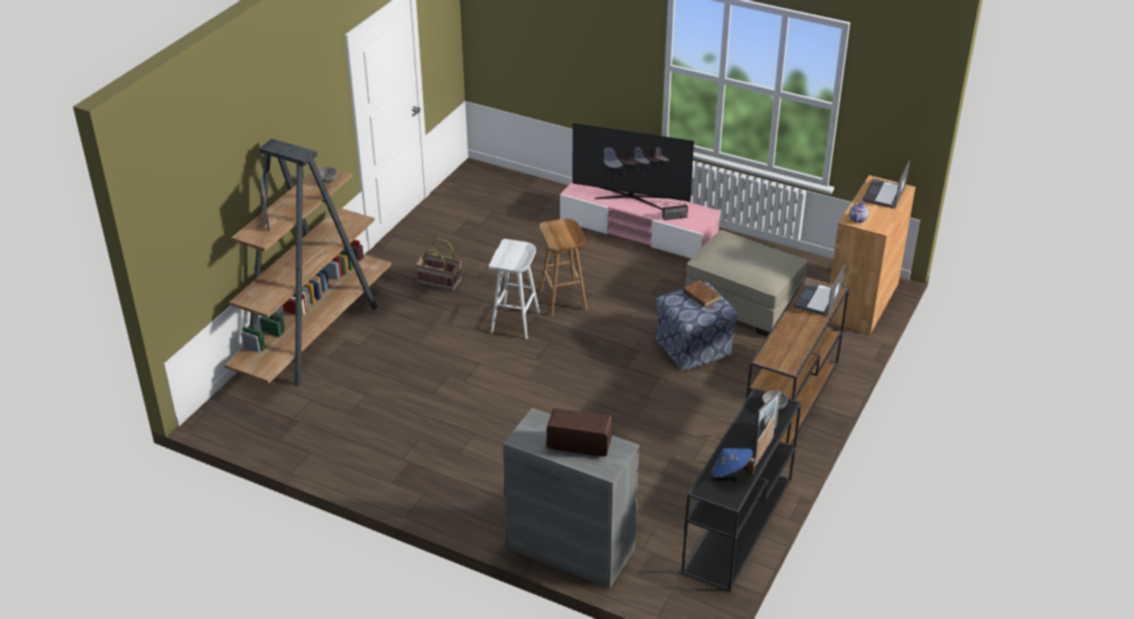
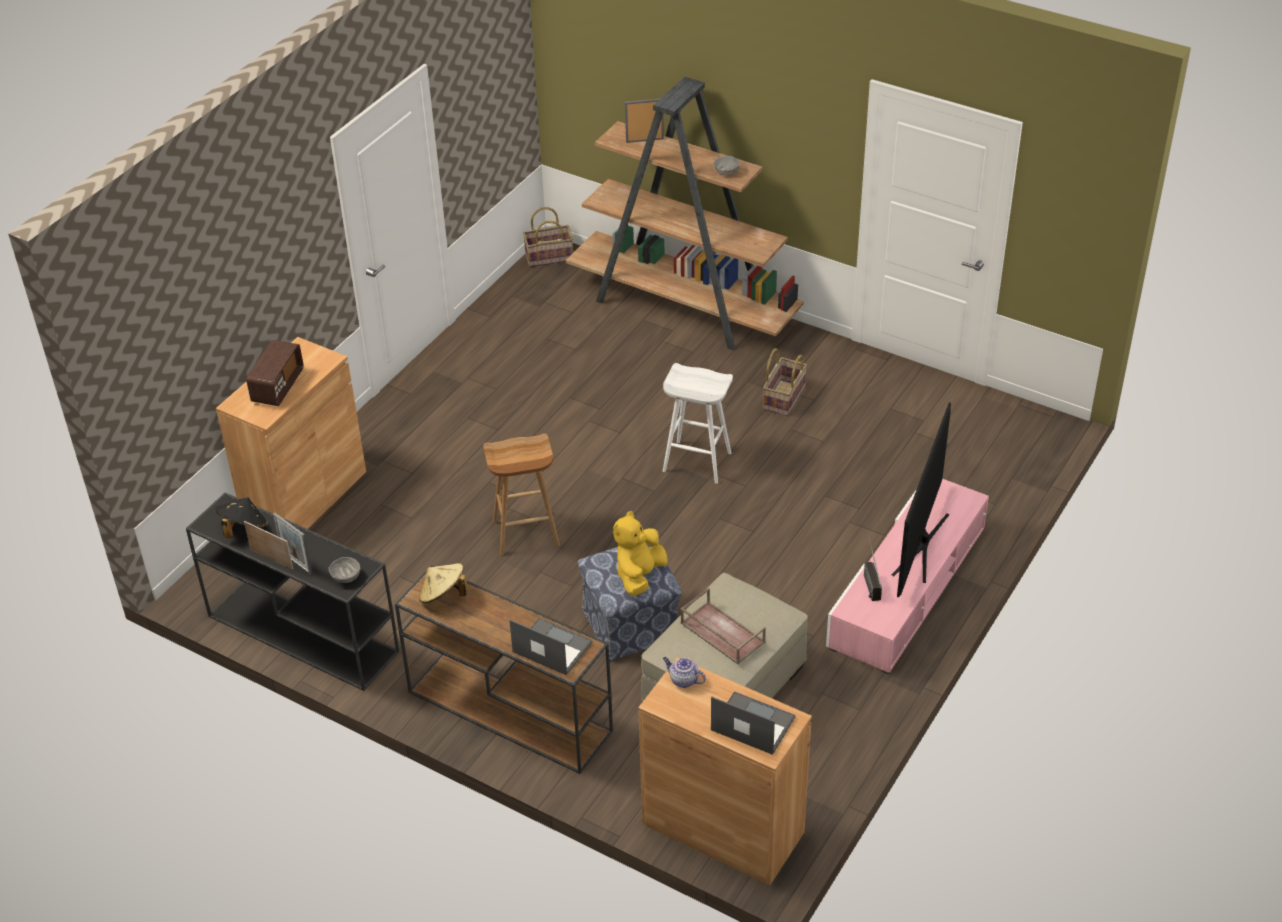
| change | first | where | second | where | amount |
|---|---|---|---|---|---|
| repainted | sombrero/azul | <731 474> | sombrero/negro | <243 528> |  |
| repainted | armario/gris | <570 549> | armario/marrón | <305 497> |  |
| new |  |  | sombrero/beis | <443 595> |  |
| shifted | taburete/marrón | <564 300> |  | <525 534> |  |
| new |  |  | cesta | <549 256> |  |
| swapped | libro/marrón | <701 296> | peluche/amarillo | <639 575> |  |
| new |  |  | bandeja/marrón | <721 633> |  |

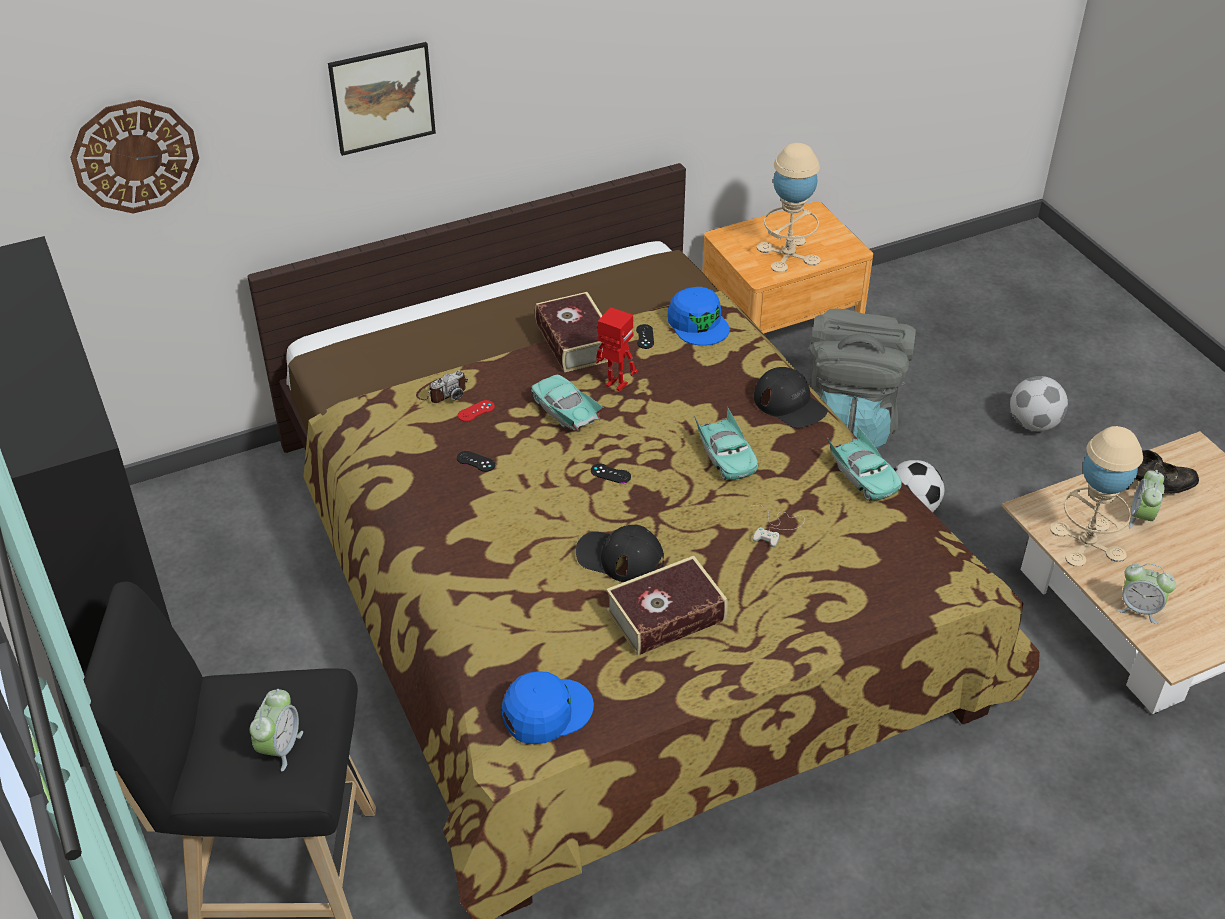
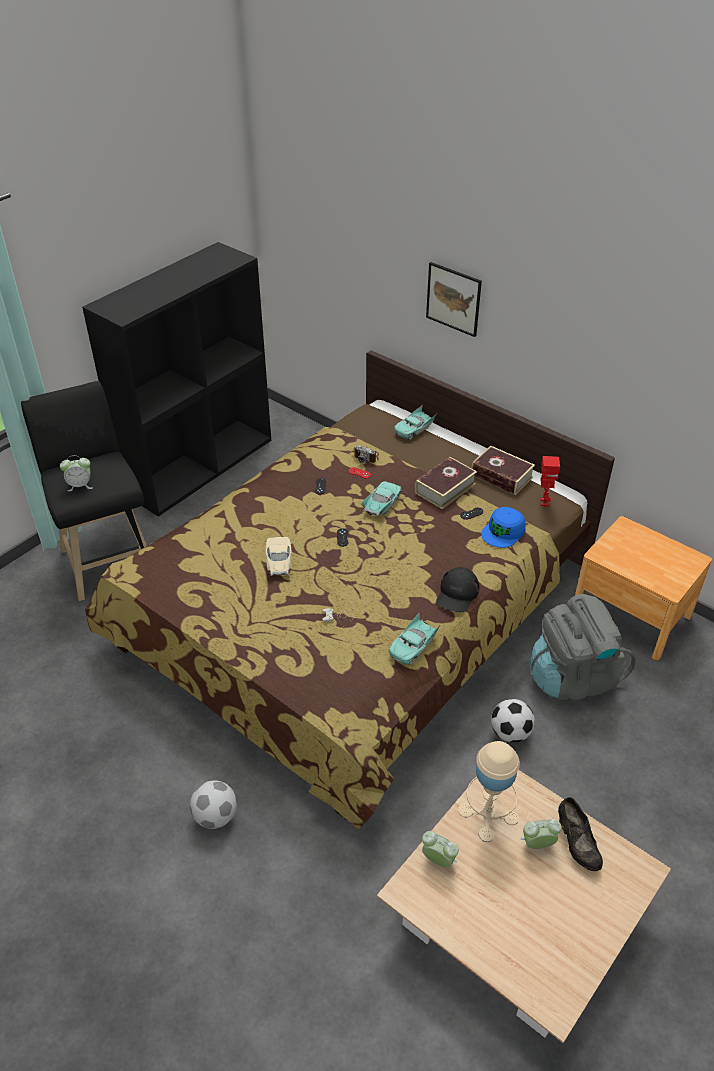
| change | first | where | second | where | amount |
|---|---|---|---|---|---|
| shifted | balón de fútbol | <1033 424> |  | <215 816> |  |
| swapped | gorra/negro | <619 557> | coche de juguete/beis | <279 561> |  |
| shifted | coche de juguete/turquesa | <726 456> |  | <414 429> |  |
| rotated | despertador | <1139 609> |  | <438 860> | 120 degrees clockwise |
| shifted | libro | <666 615> |  | <501 476> |  |
| shifted | robot de juguete | <615 385> |  | <544 502> |  |
| gone | reloj de pared | <135 156> |  |  |  |
| gone | gorra/azul | <546 711> |  |  |  |
| gone | lámpara de mesa/beis | <788 254> |  |  |  |

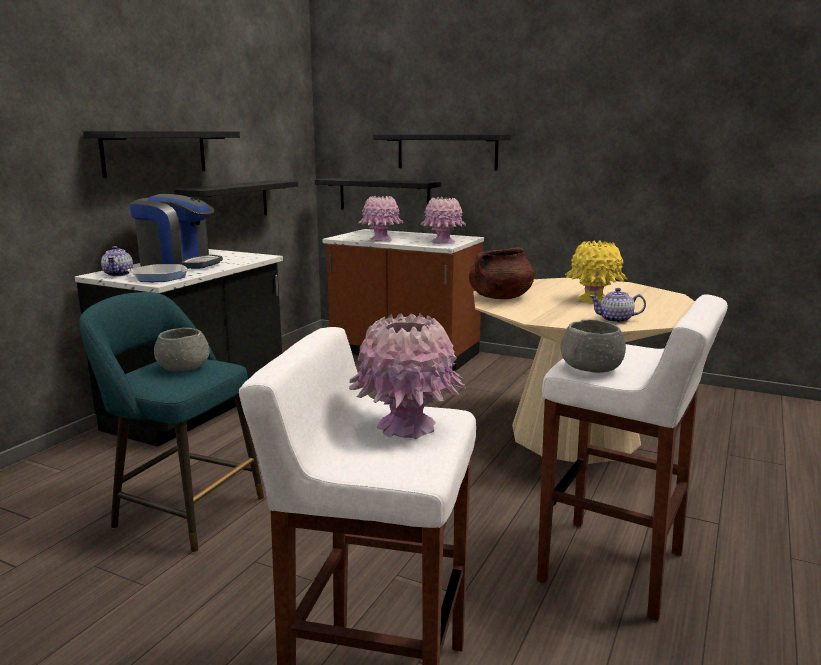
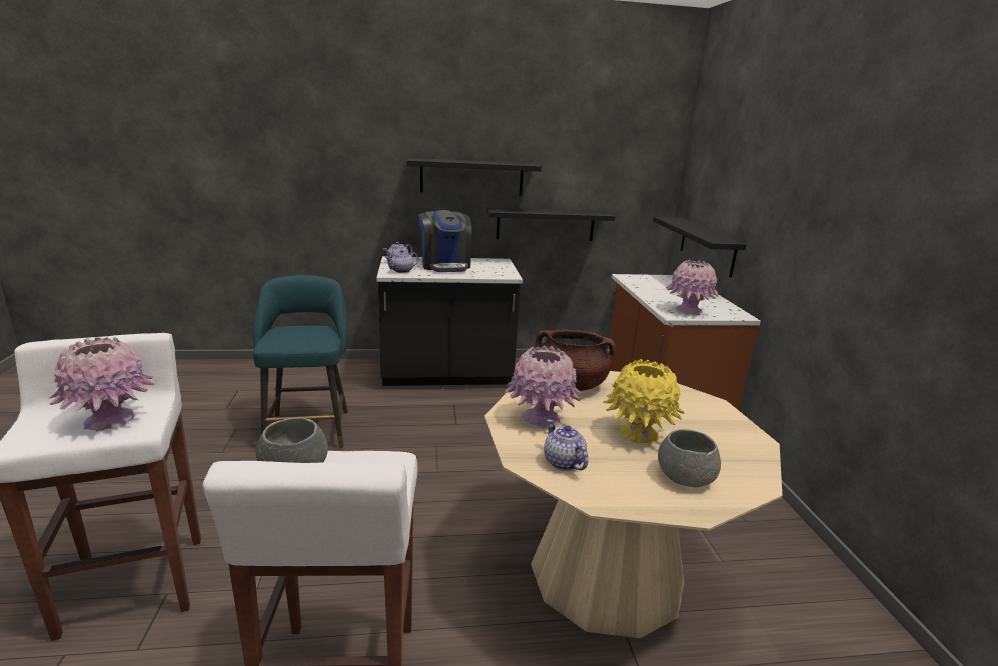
| change | first | where | second | where | amount |
|---|---|---|---|---|---|
| swapped | sartén | <160 277> | tetera | <402 271> |  |
| shifted | florero/rosa | <381 240> |  | <541 418> |  |
| shifted | cuenco/gris | <183 367> |  | <685 477> |  |
| gone | estante/negro | <447 151> |  |  |  |

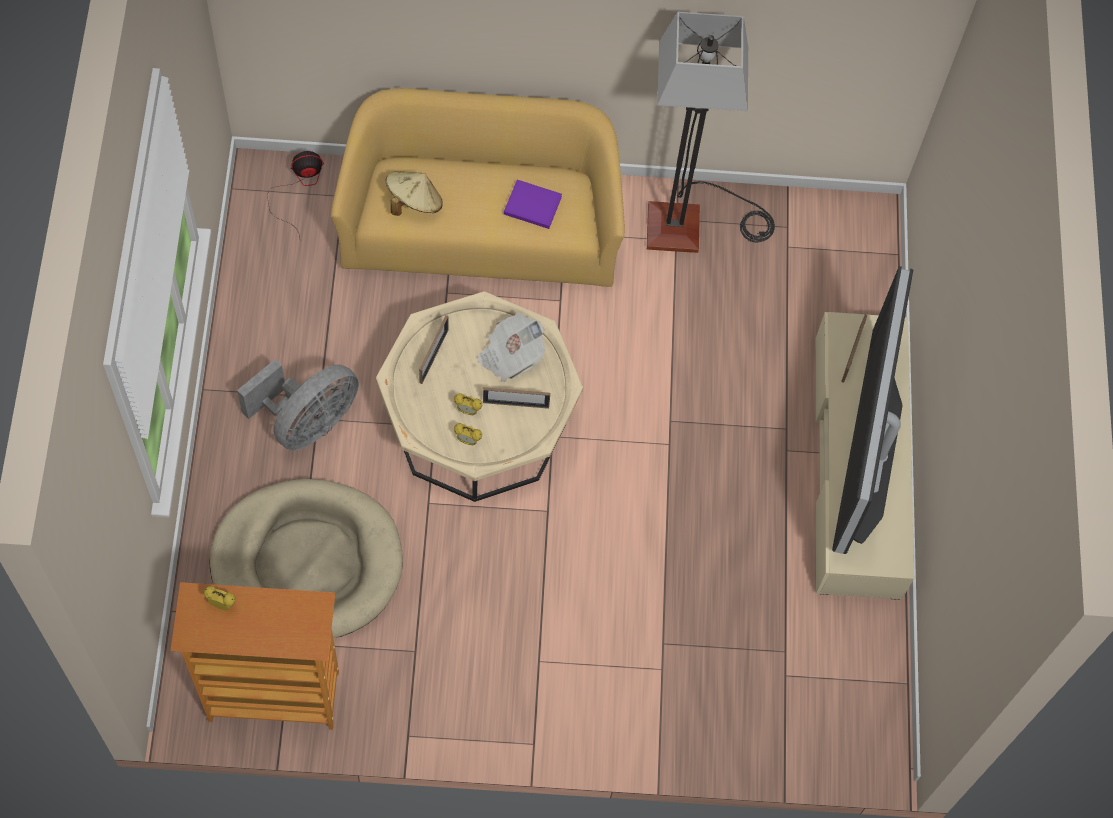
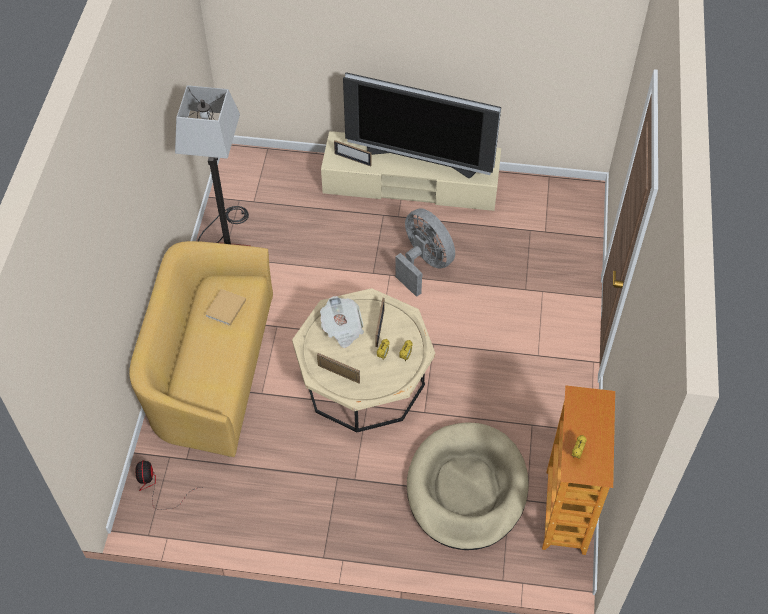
| change | first | where | second | where | amount |
|---|---|---|---|---|---|
| repainted | libro/morado | <531 205> | libro/beis | <225 309> |  |
| shifted | ventilador/gris | <307 422> |  | <424 264> |  |
| gone | sombrero/beis | <414 202> |  |  |  |

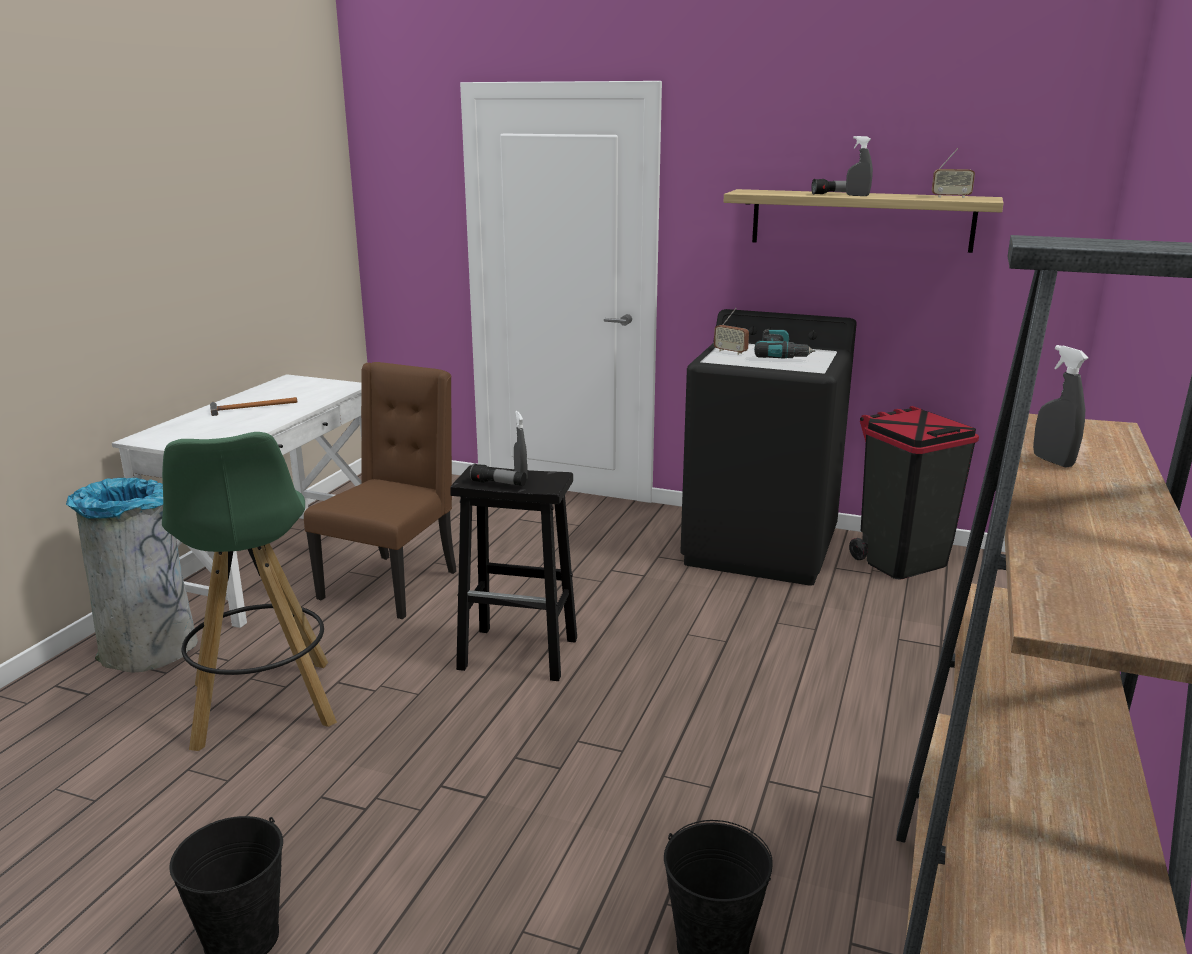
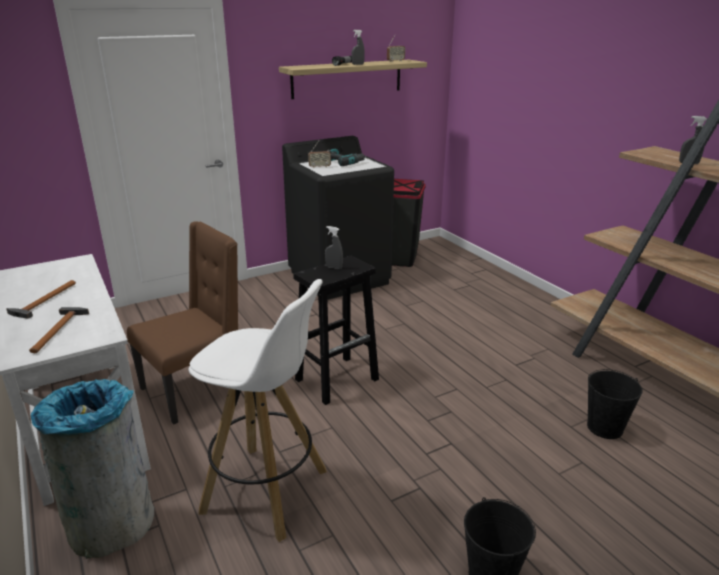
| change | first | where | second | where | amount |
|---|---|---|---|---|---|
| new |  |  | martillo | <59 329> |  |
| rotated | silla/marrón | <392 585> |  | <196 389> | 75 degrees clockwise |
| repainted | taburete/verde | <264 706> | taburete/blanco | <267 491> |  |
| gone | linterna | <498 484> |  |  |  |

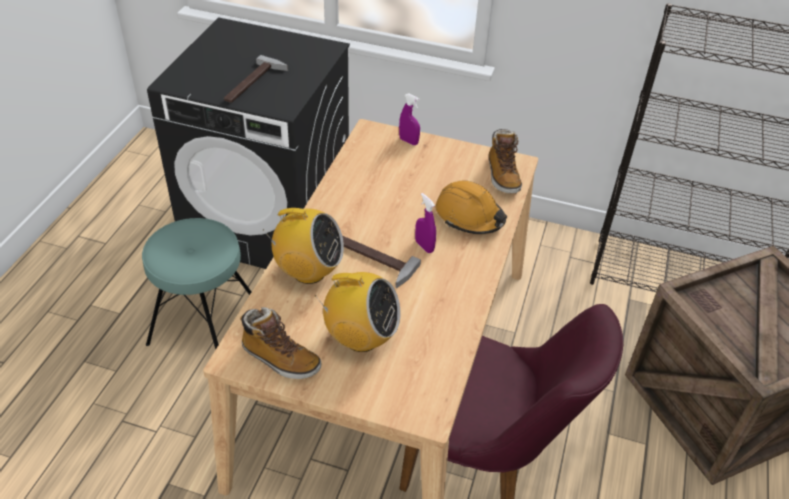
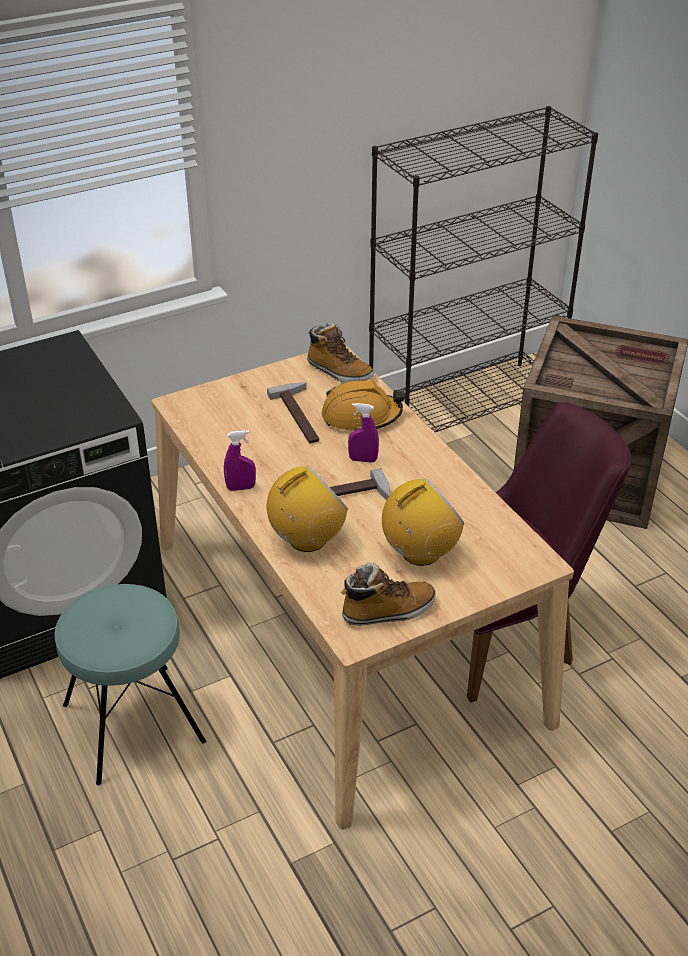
| change | first | where | second | where | amount |
|---|---|---|---|---|---|
| shifted | pulverizador/morado | <408 141> |  | <241 488> |  |
| shifted | martillo | <254 83> |  | <302 416> |  |

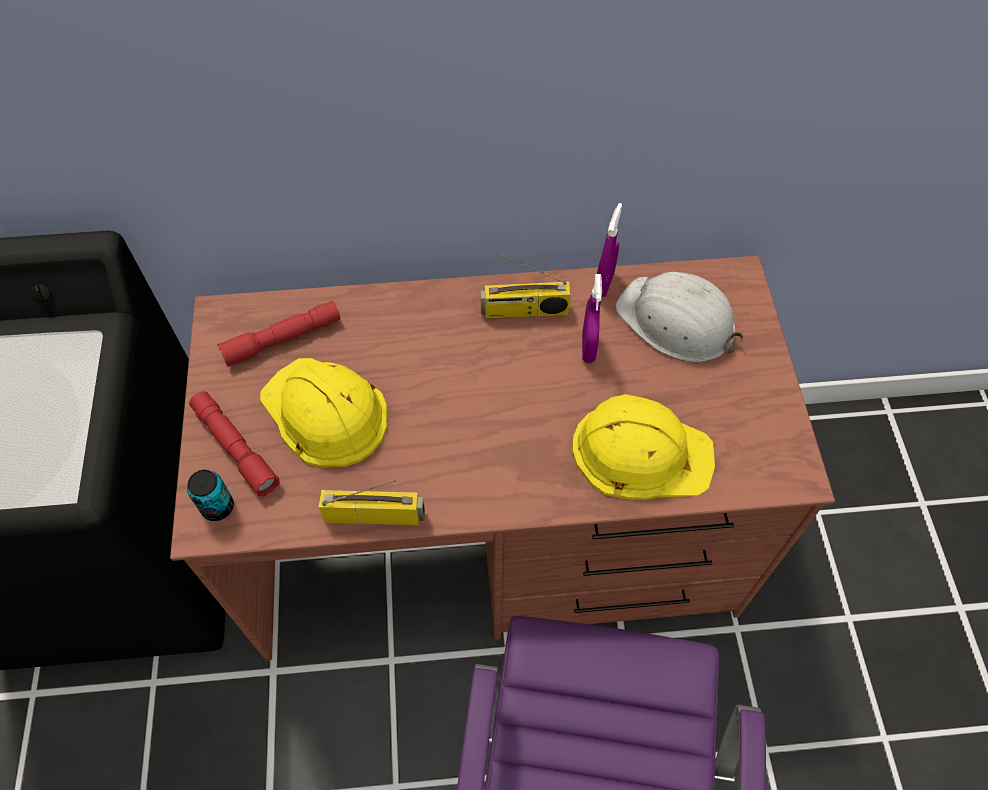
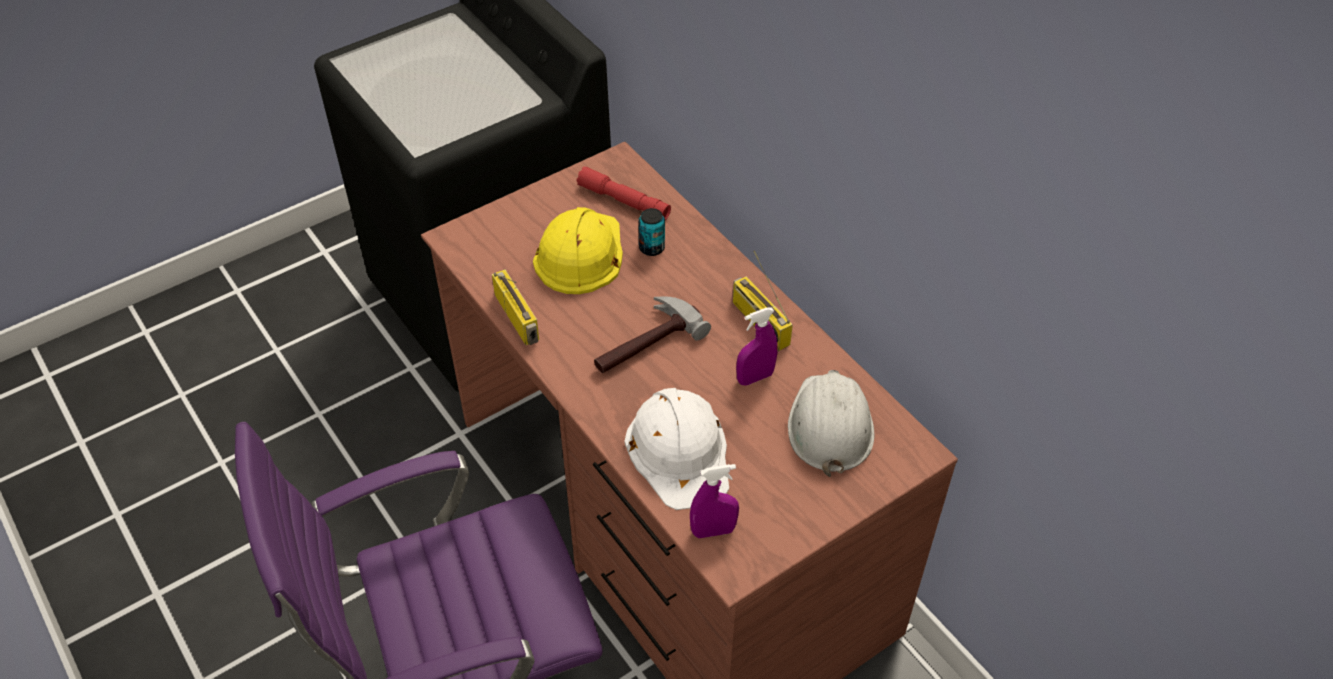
| change | first | where | second | where | amount |
|---|---|---|---|---|---|
| new |  |  | martillo | <645 342> |  |
| repainted | casco/amarillo | <641 452> | casco/blanco | <680 451> |  |
| shifted | lata | <217 507> |  | <652 248> |  |
| shifted | pulverizador/morado | <604 284> |  | <713 531> |  |
| gone | linterna/rojo | <235 448> |  |  |  |

